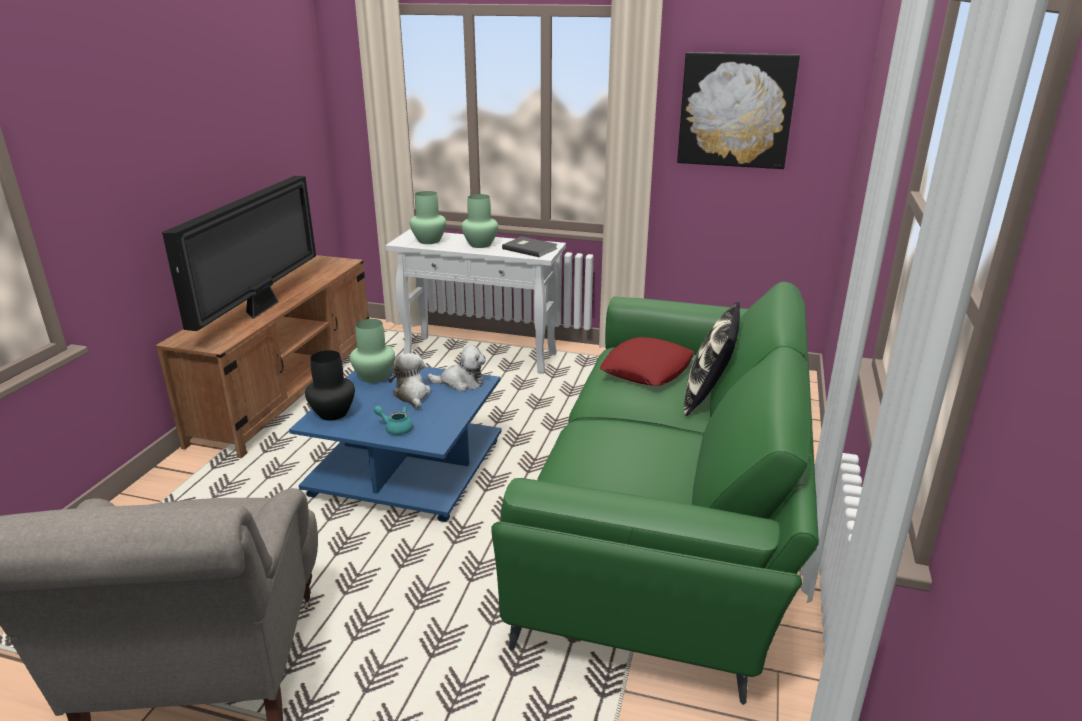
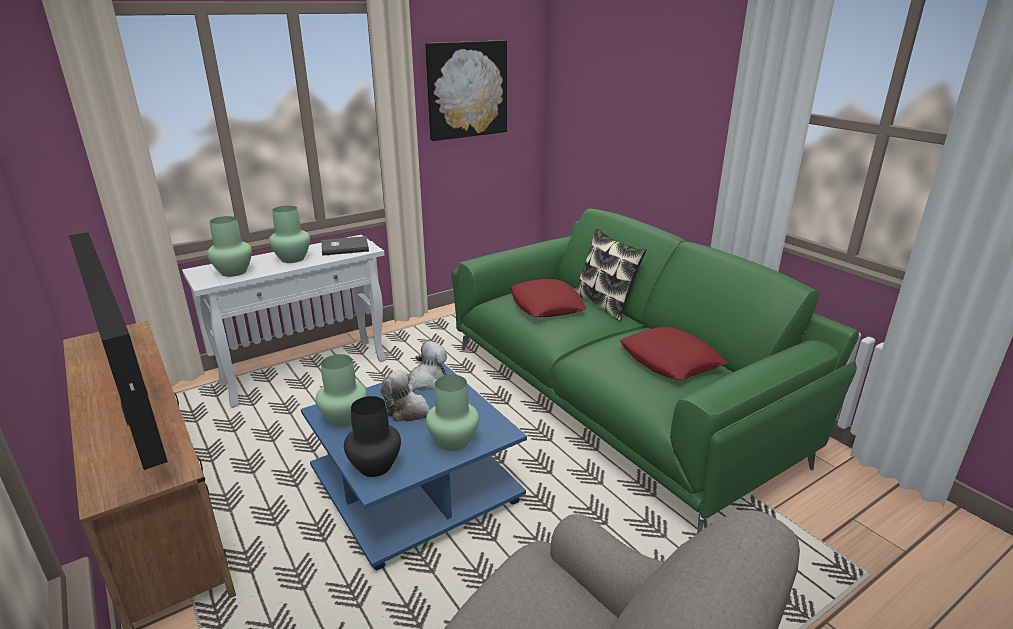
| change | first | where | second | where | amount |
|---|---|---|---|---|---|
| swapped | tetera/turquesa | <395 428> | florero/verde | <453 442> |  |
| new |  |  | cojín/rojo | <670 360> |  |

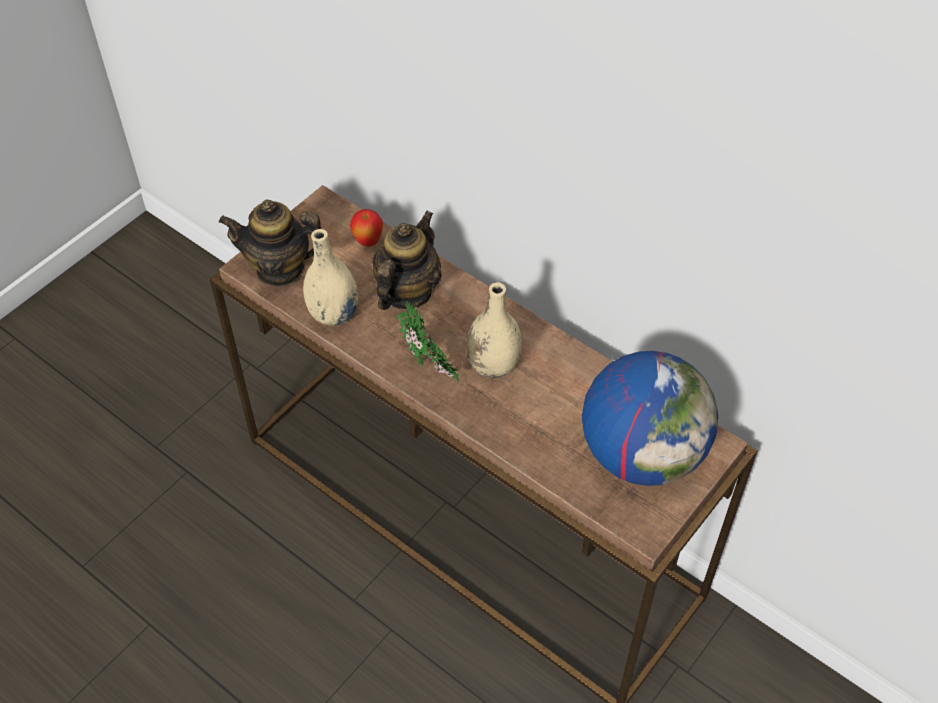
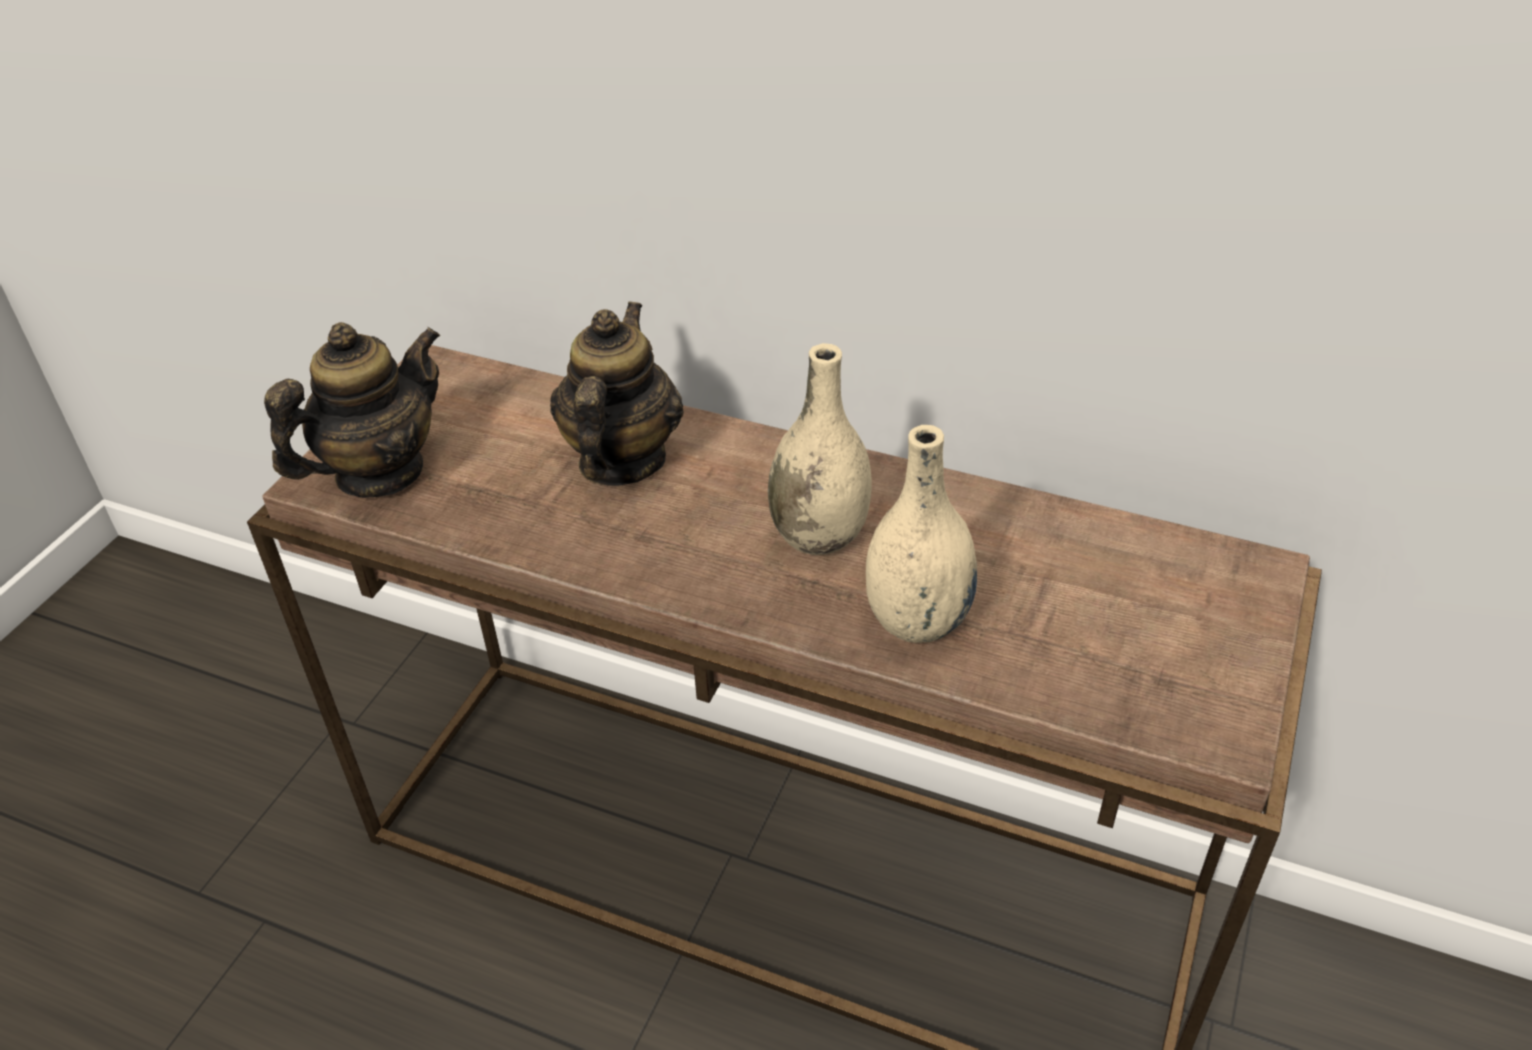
| change | first | where | second | where | amount |
|---|---|---|---|---|---|
| rotated | tetera | <280 269> |  | <379 472> | 150 degrees clockwise |
| shifted | florero/beis | <333 314> |  | <917 622> |  |
| gone | manzana | <368 241> |  |  |  |
| gone | planta en maceta | <429 369> |  |  |  |
| gone | globo terráqueo | <642 454> |  |  |  |

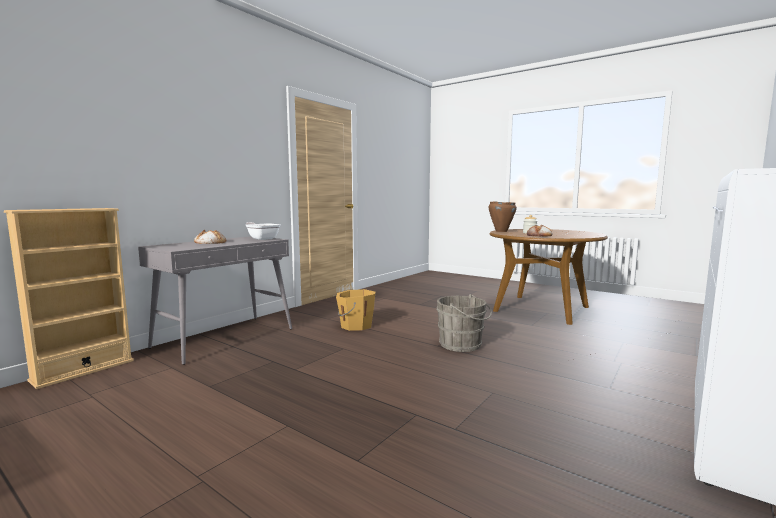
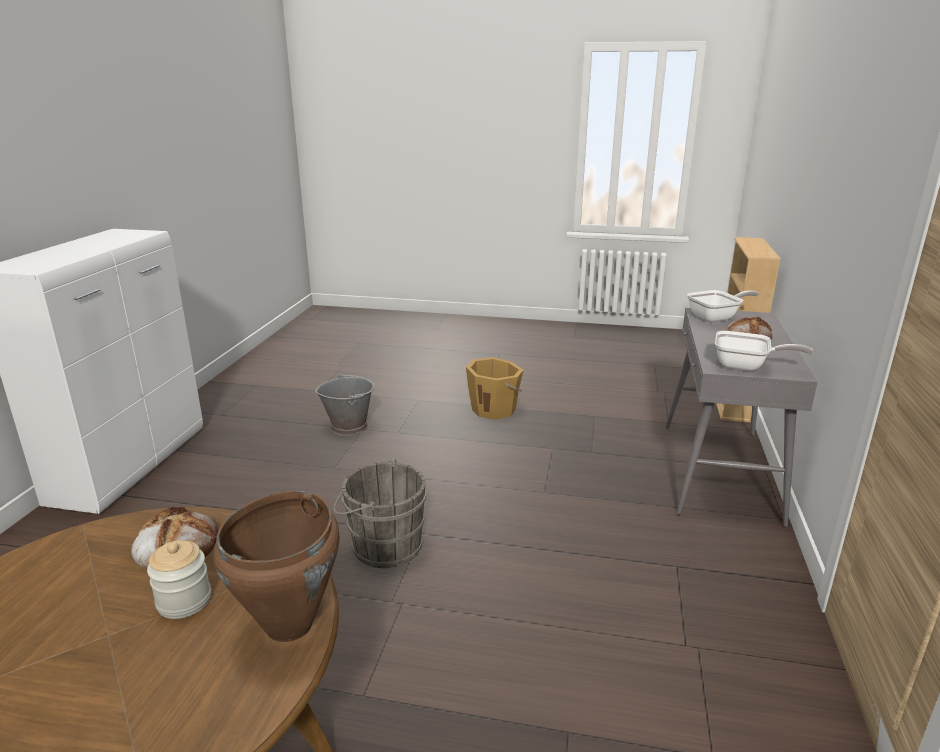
| change | first | where | second | where | amount |
|---|---|---|---|---|---|
| new |  |  | cubo/gris | <349 427> |  |
| shifted | cubo/naranja | <355 325> |  | <494 409> |  |
| new |  |  | sartén | <716 318> |  |

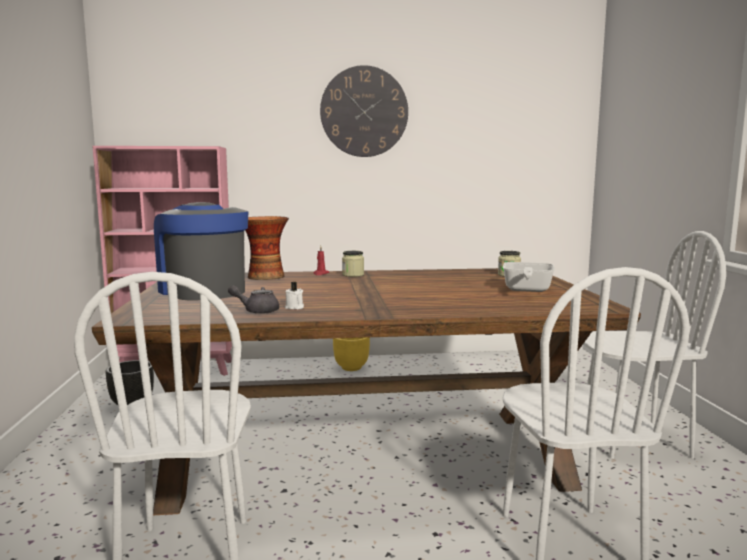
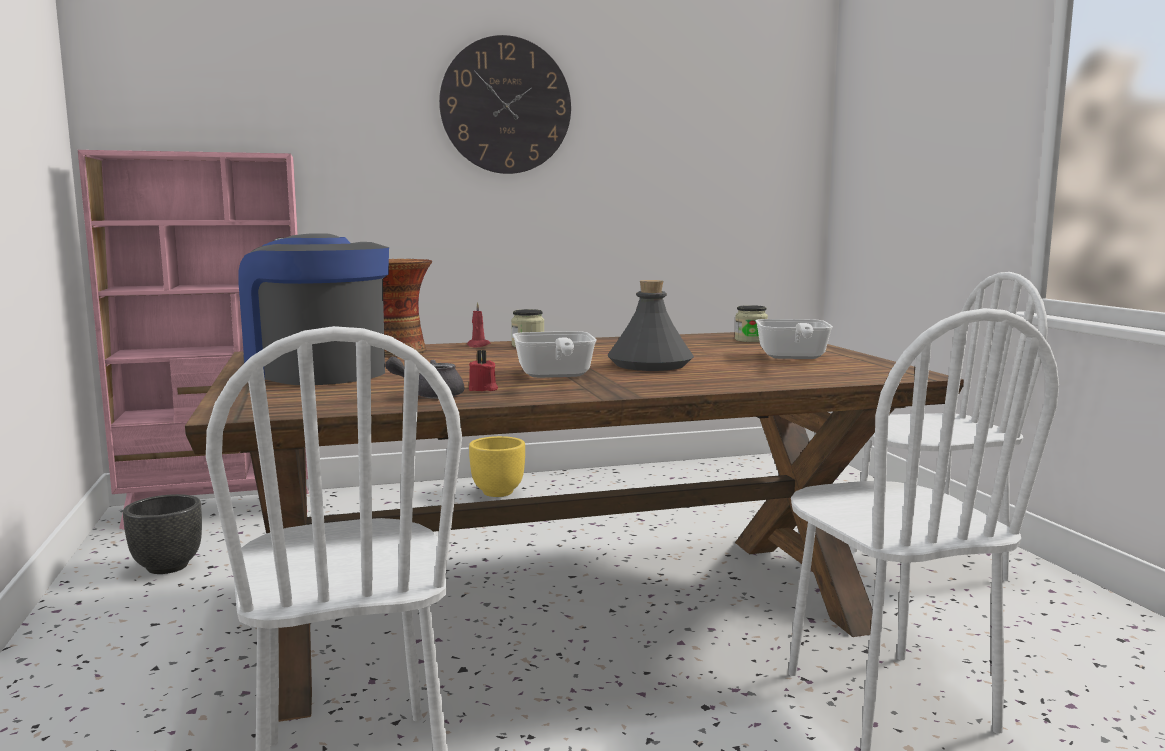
| change | first | where | second | where | amount |
|---|---|---|---|---|---|
| repainted | vela/blanco | <294 307> | vela/rojo | <483 389> |  |
| new |  |  | sartén | <554 376> |  |
| new |  |  | botella/gris | <649 365> |  |

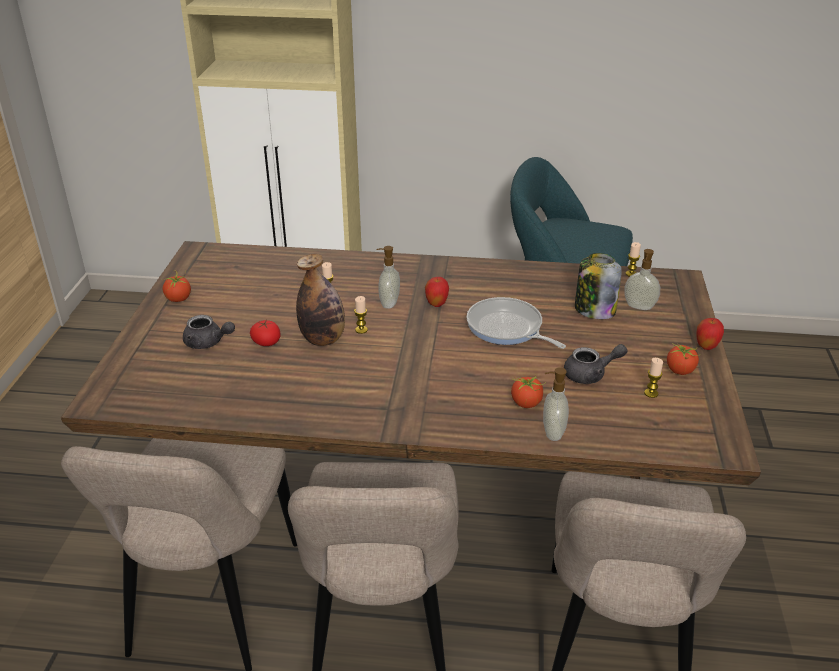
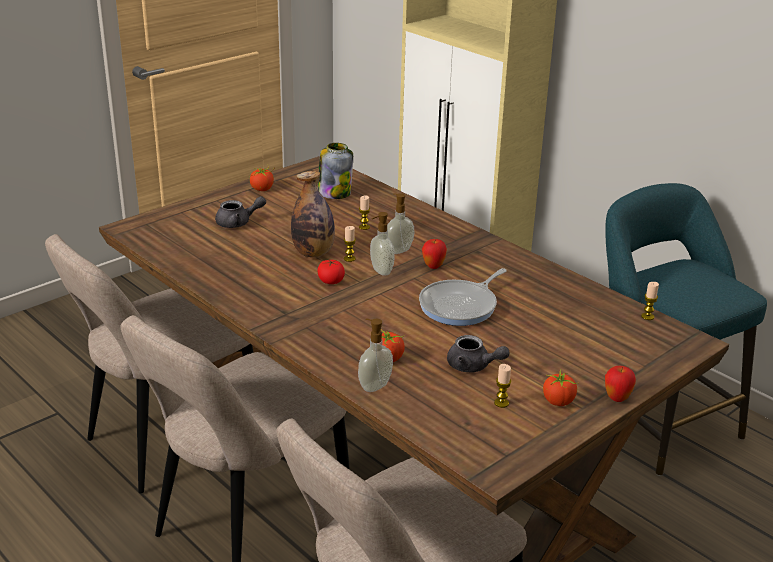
| change | first | where | second | where | amount |
|---|---|---|---|---|---|
| rotated | tetera/gris | <208 343> |  | <238 223> | 75 degrees counterclockwise |
| shifted | tomate | <266 342> |  | <331 281> |  |
| shifted | tarro | <594 310> |  | <334 193> |  |
| shifted | dispensador de jabón | <639 307> |  | <380 271> |  |
| rotated | sartén | <507 328> |  | <461 306> | 135 degrees counterclockwise |

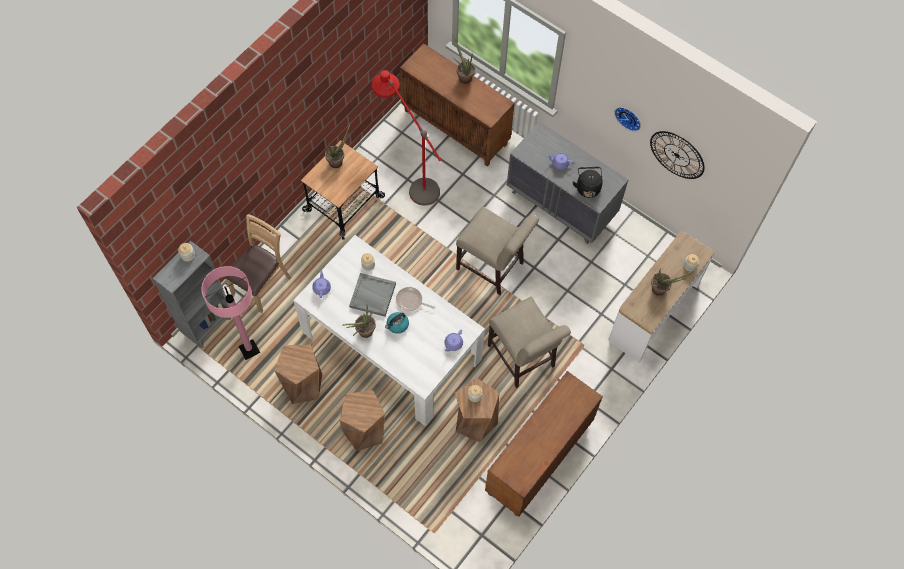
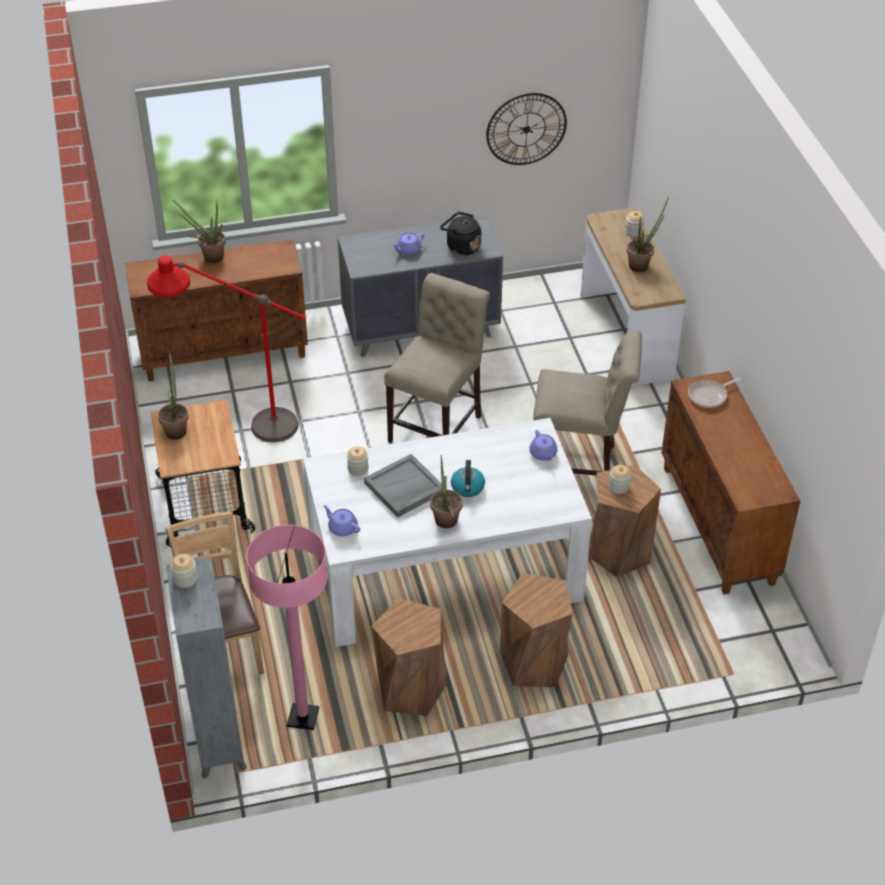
| change | first | where | second | where | amount |
|---|---|---|---|---|---|
| rotated | silla/beis | <493 268> |  | <438 425> | 45 degrees counterclockwise |
| shifted | sartén | <411 301> |  | <709 396> |  |
| gone | reloj de pared | <629 117> |  |  |  |

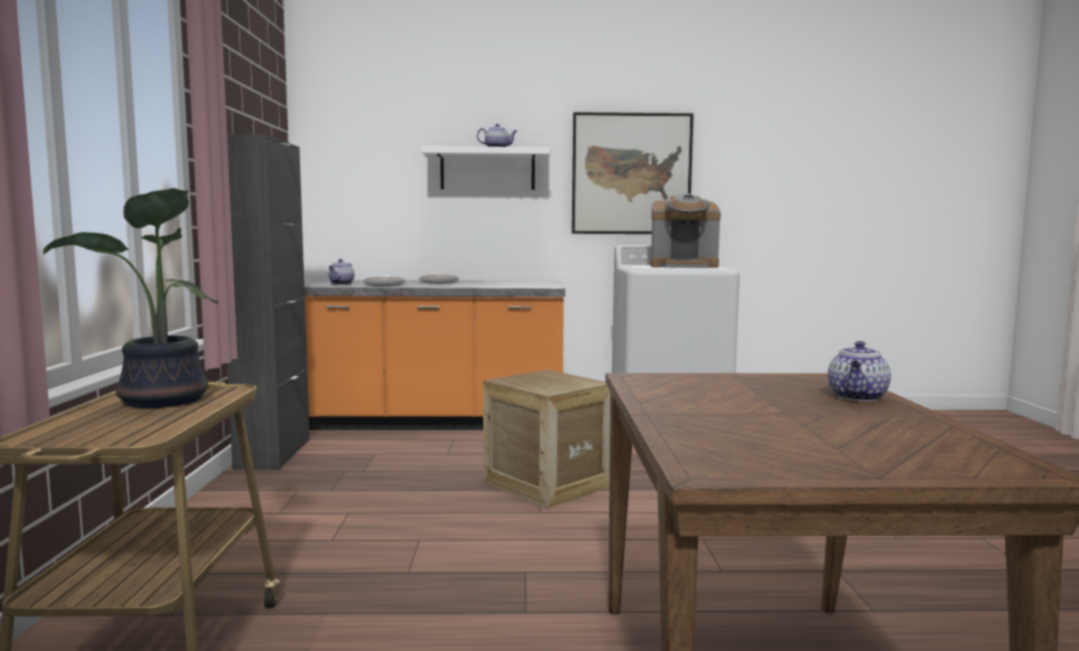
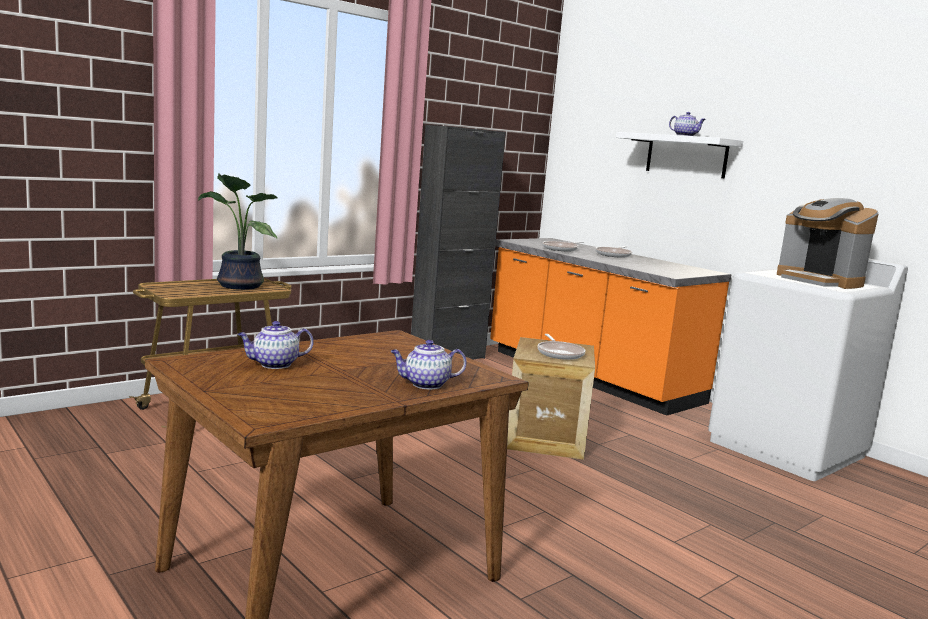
| change | first | where | second | where | amount |
|---|---|---|---|---|---|
| shifted | tetera | <341 284> |  | <274 364> |  |
| new |  |  | sartén | <559 353> |  |
| gone | cuadro | <631 174> |  |  |  |

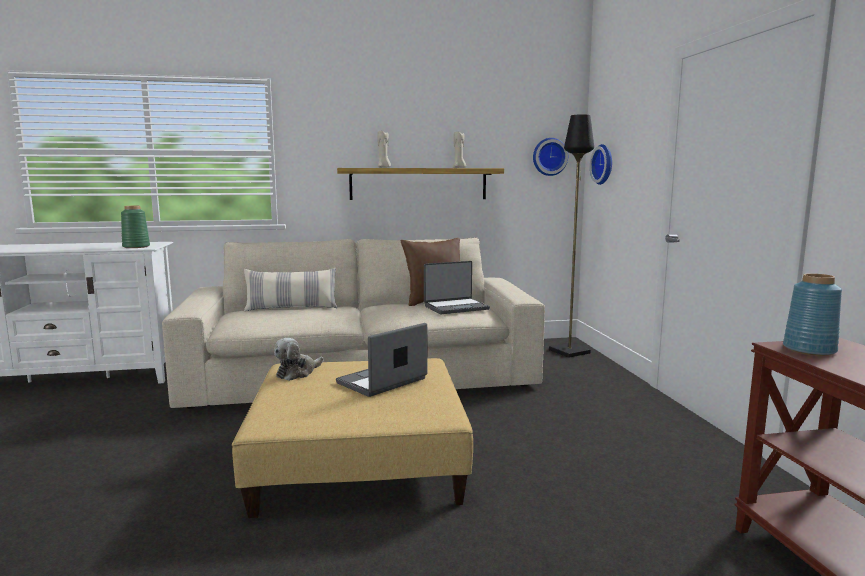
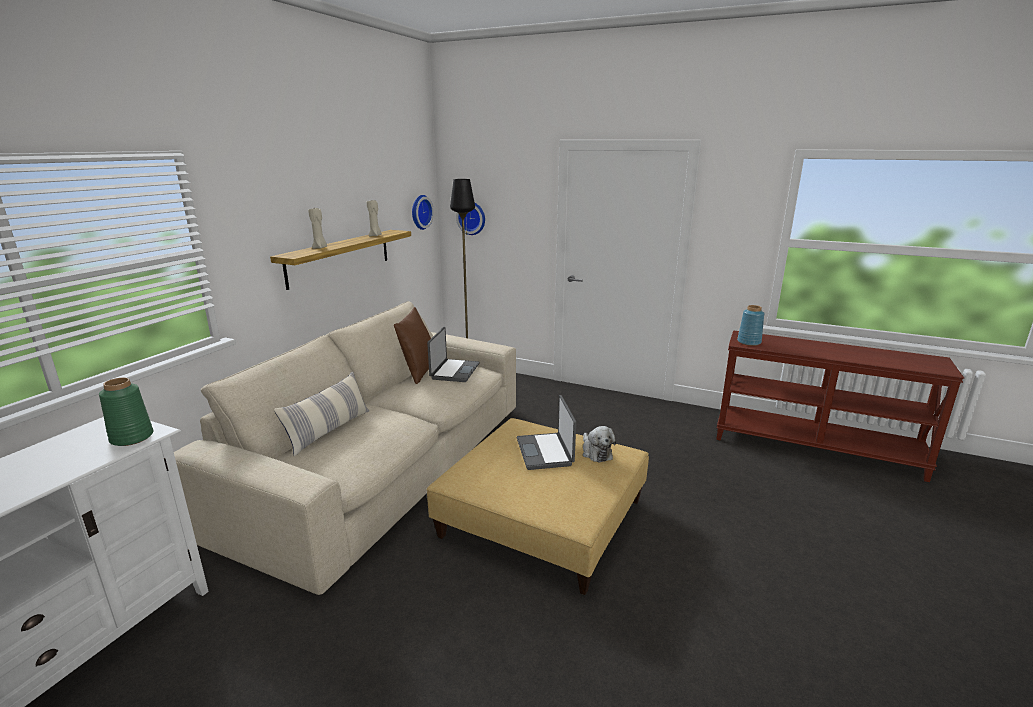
| change | first | where | second | where | amount |
|---|---|---|---|---|---|
| shifted | peluche | <297 373> |  | <596 452> |  |

